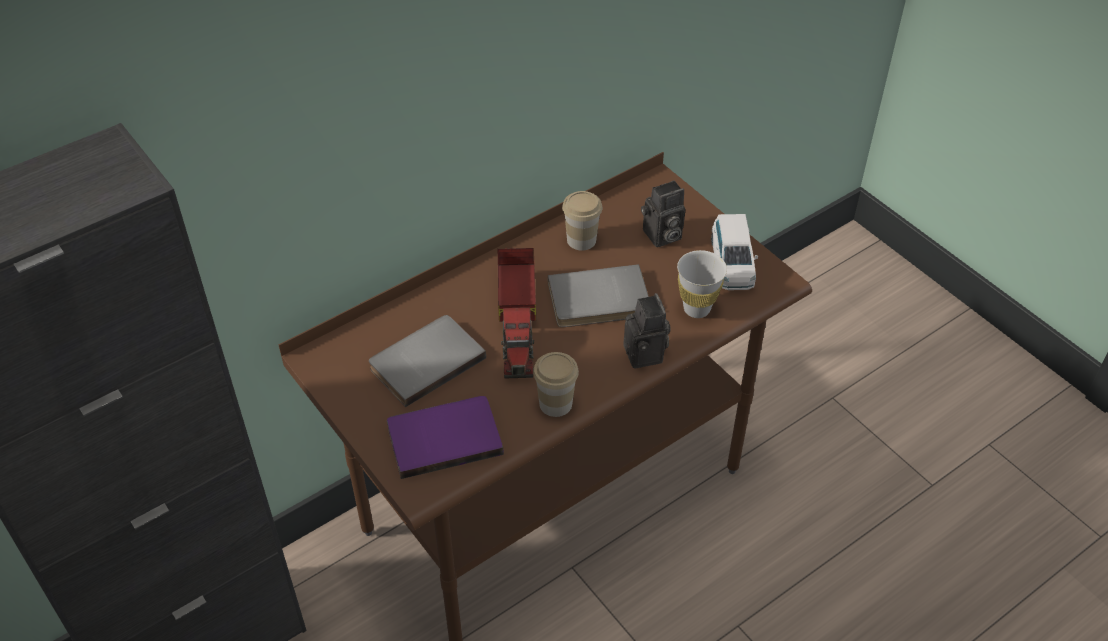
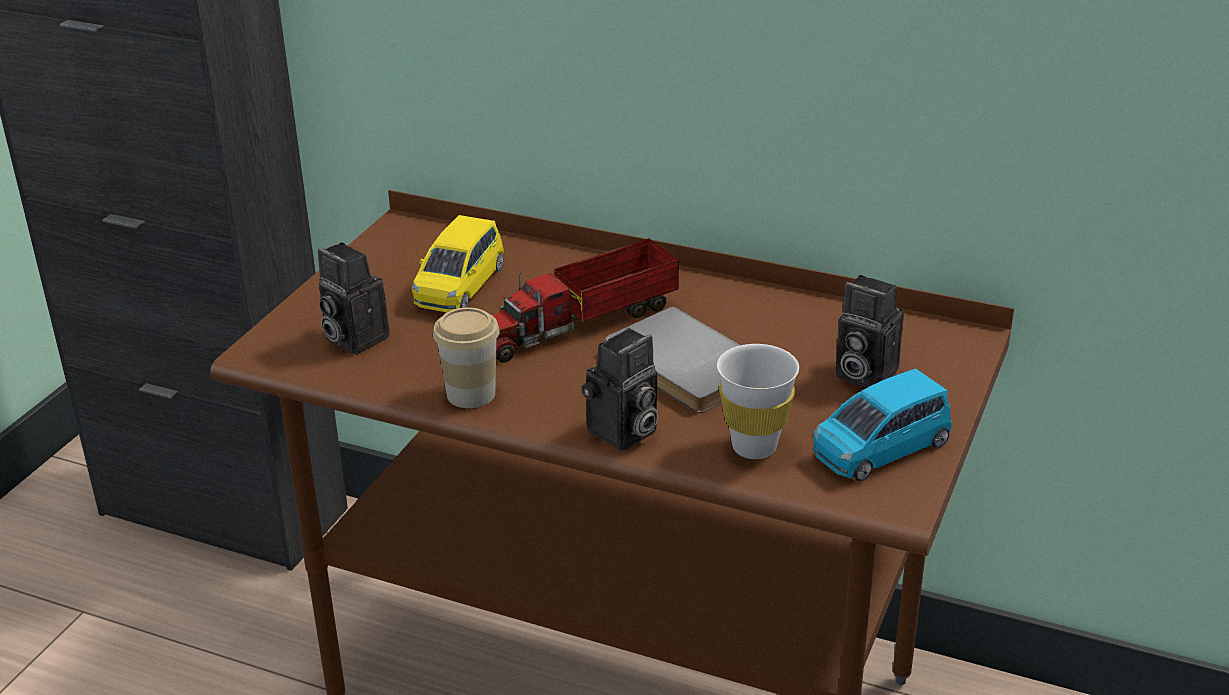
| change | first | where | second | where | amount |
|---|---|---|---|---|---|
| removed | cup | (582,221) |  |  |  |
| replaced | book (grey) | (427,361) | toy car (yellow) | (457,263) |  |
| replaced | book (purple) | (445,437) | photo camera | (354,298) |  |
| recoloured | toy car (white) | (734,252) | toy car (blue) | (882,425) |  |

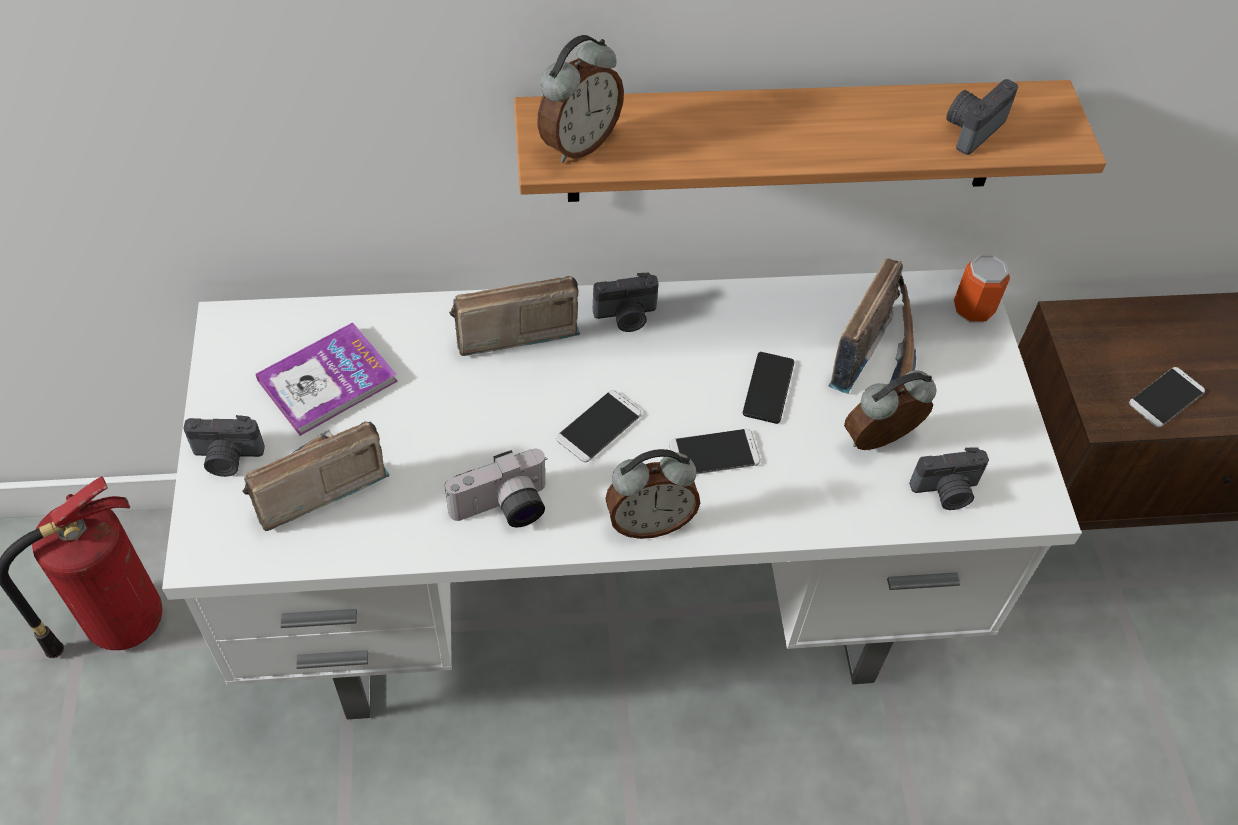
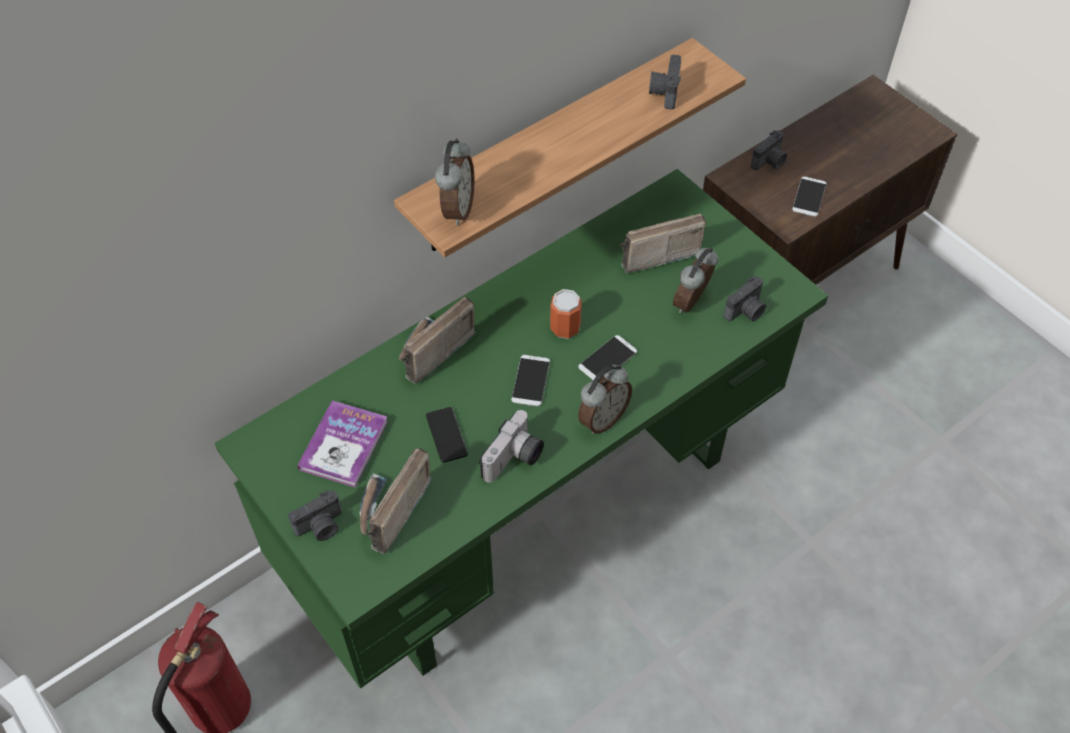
| change | first | where | second | where | amount |
|---|---|---|---|---|---|
| moved | photo camera | (626,302) |  | (769,150) |  |
| moved | phone | (768,388) |  | (447,435) |  |
| moved | can | (982,288) |  | (566,314) |  |
| recoloured | desk (white) | (622,494) | desk (green) | (521,429) |  |
| turned | radio | (872,326) |  | (663,243) | 105 degrees counterclockwise |

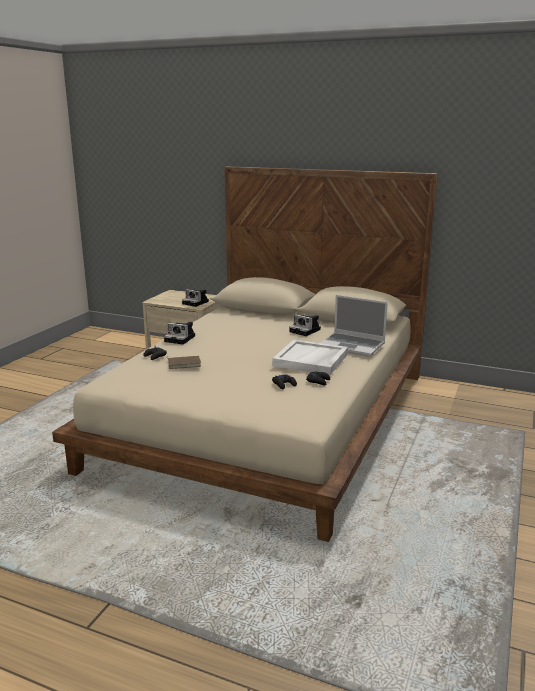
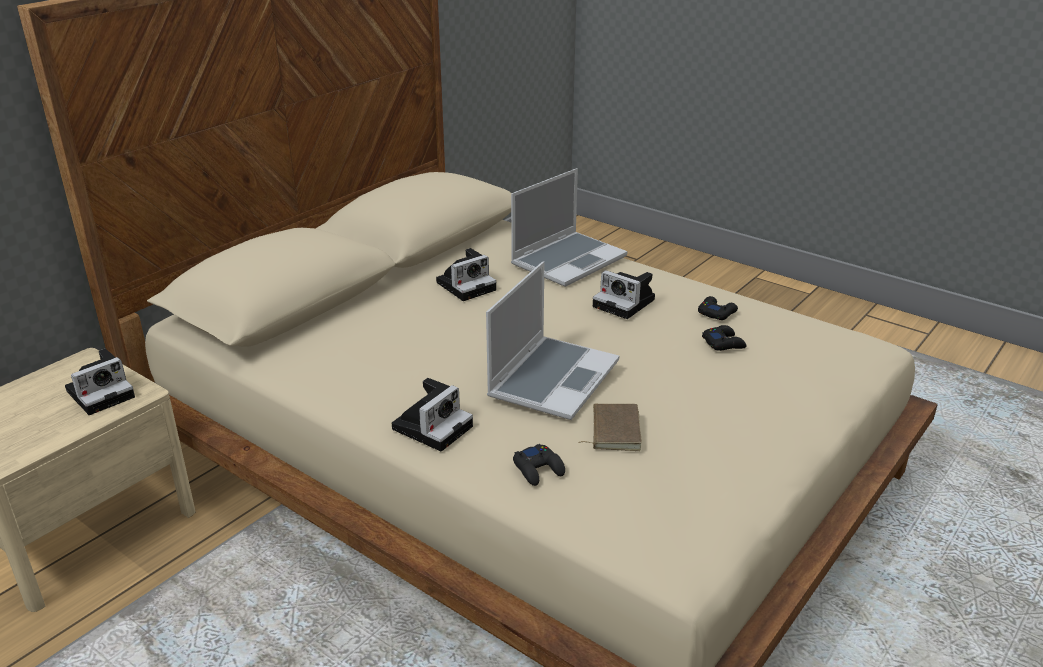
| change | first | where | second | where | amount |
|---|---|---|---|---|---|
| added |  |  | laptop | (552,340) |  |
| replaced | tray (white) | (310,357) | photo camera | (624,294) |  |

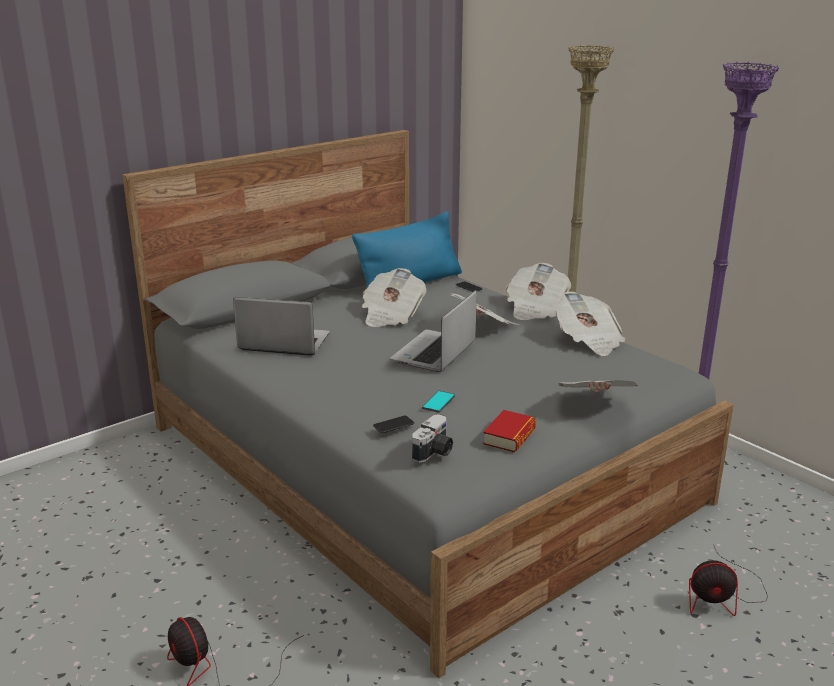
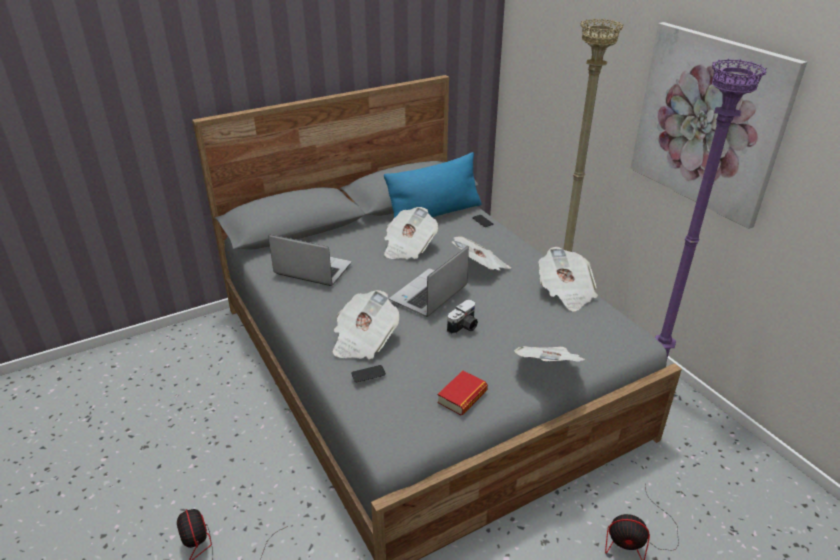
| change | first | where | second | where | amount |
|---|---|---|---|---|---|
| removed | phone | (438,401) |  |  |  |
| added |  |  | picture | (719,125) |  |
| moved | photo camera | (432,438) |  | (462,317) |  |
| moved | newspaper | (538,291) |  | (366,324) |  |

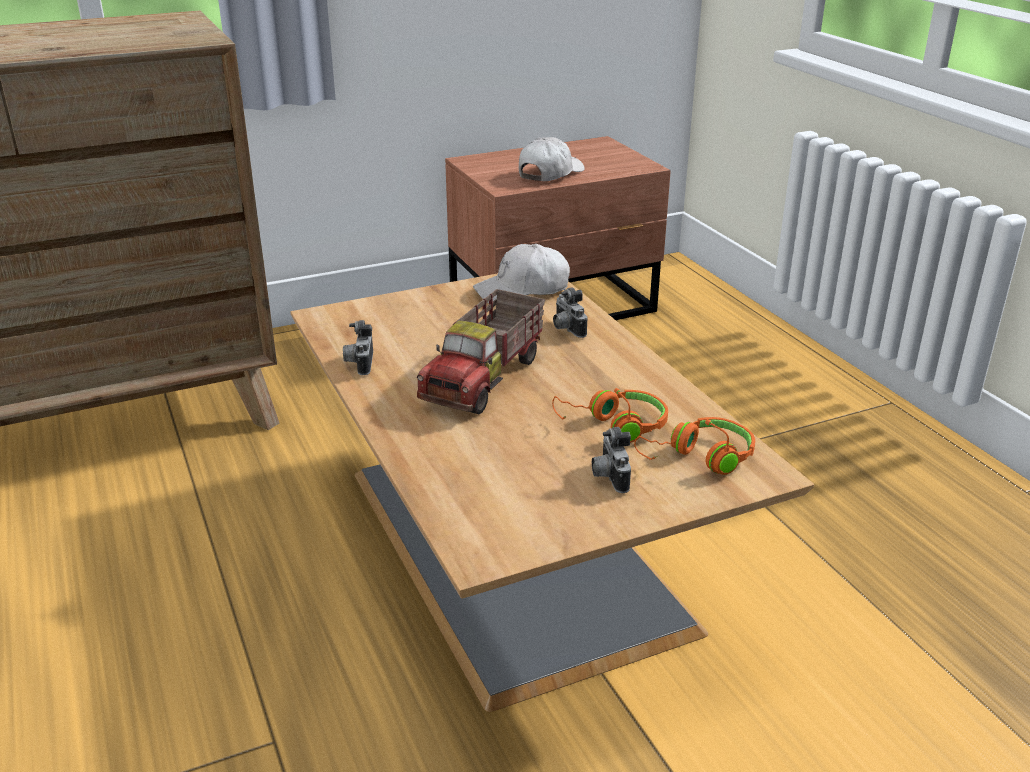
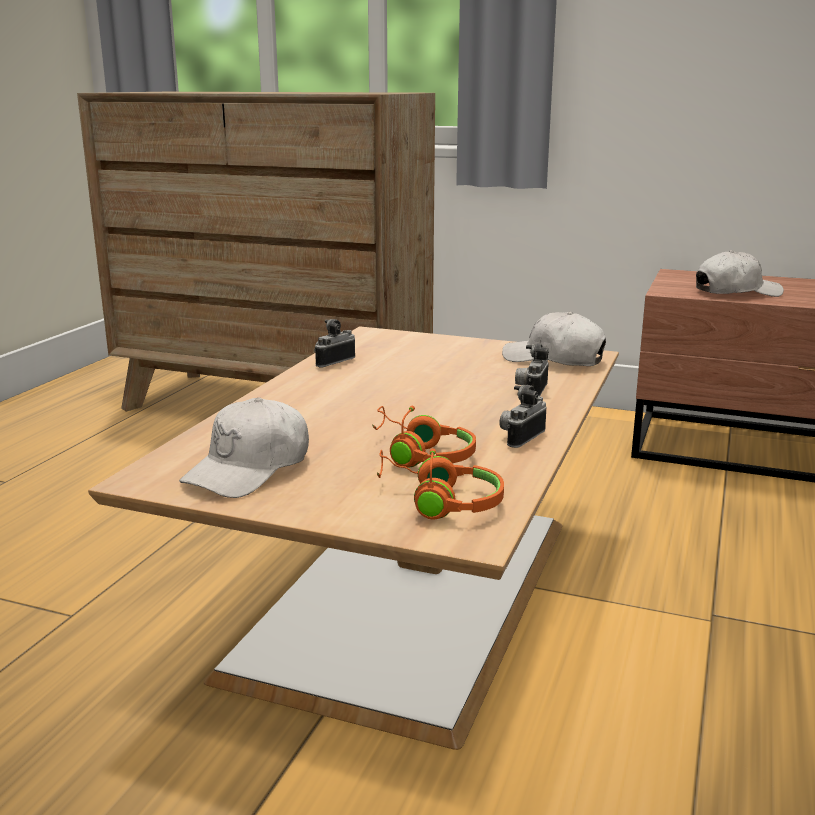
| change | first | where | second | where | amount |
|---|---|---|---|---|---|
| removed | toy truck | (481,351) |  |  |  |
| added |  |  | cap (white) | (244,448) |  |
| moved | photo camera | (611,460) |  | (523,416) |  |

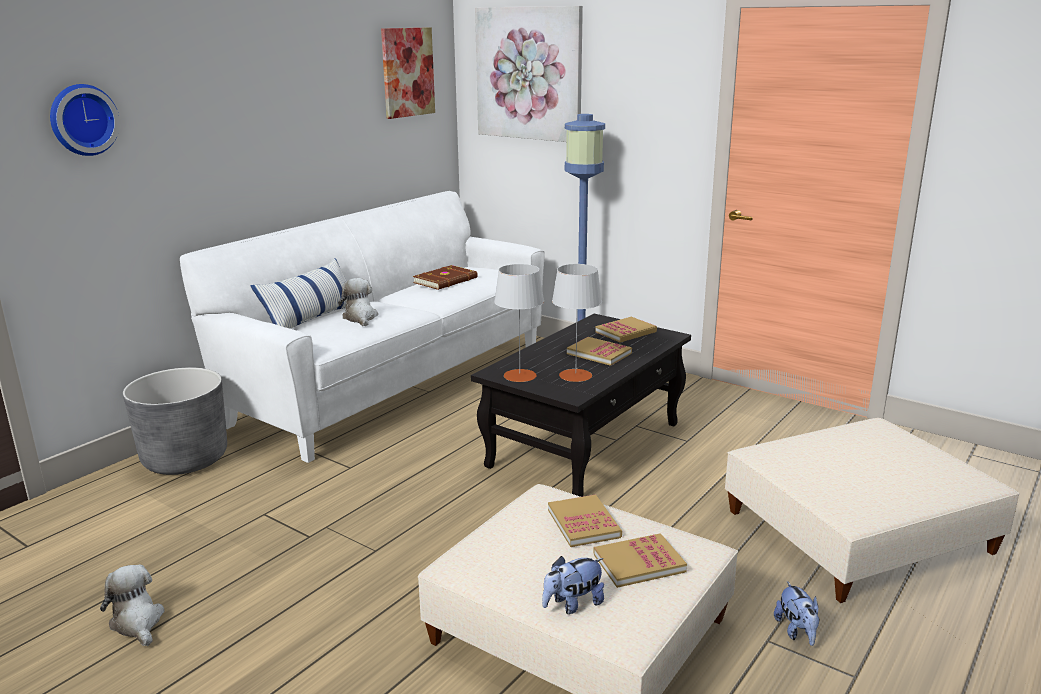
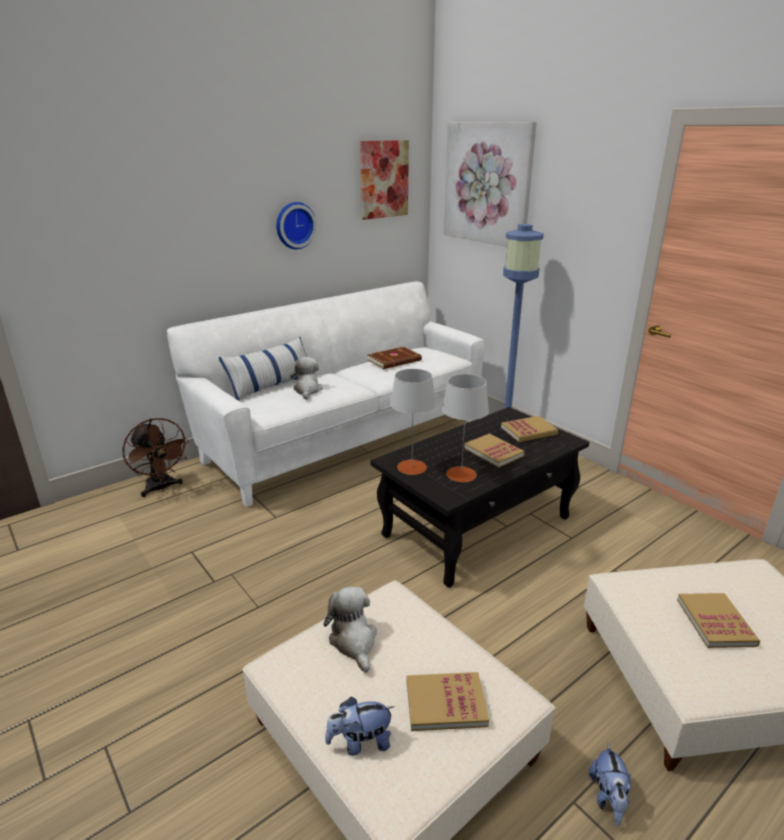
| change | first | where | second | where | amount |
|---|---|---|---|---|---|
| moved | wall clock | (85,120) |  | (296,225) |  |
| moved | plush toy | (132,605) |  | (350,630) |  |
| moved | book | (585,521) |  | (718,620) |  |
| replaced | planter (grey) | (175,421) | fan (brown) | (155,457) |  |

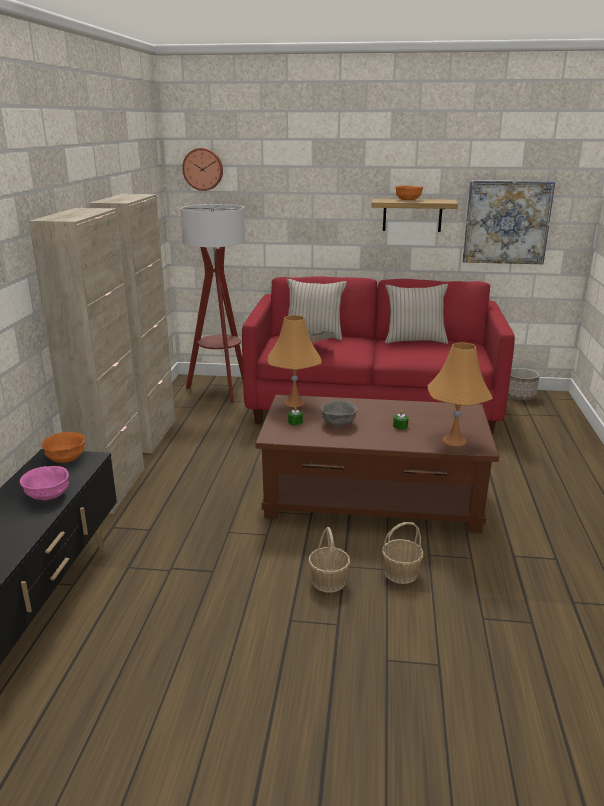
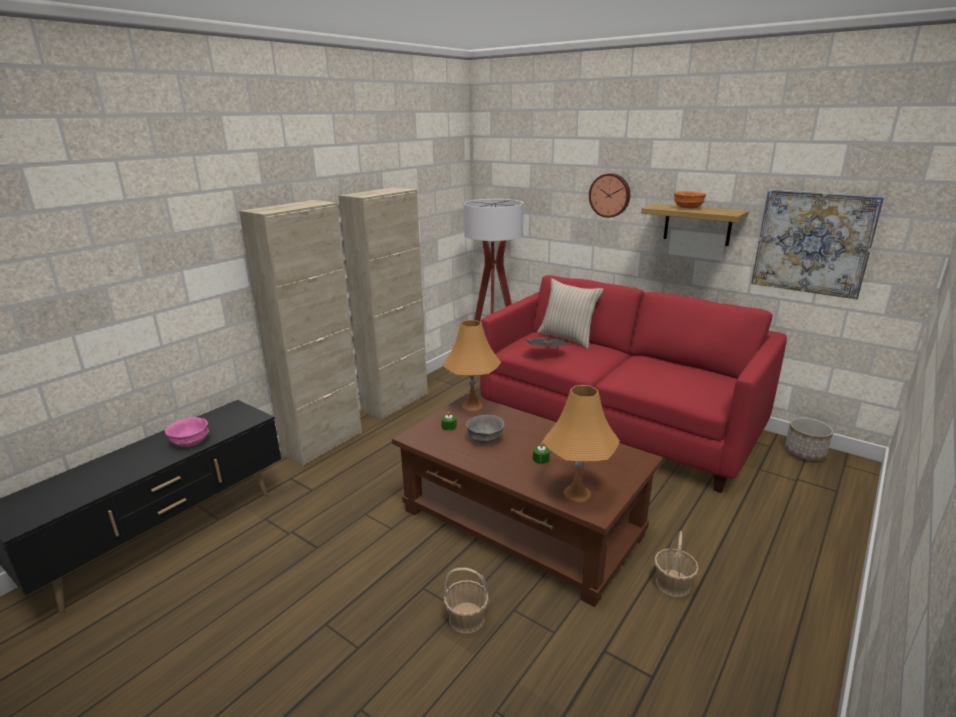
| change | first | where | second | where | amount |
|---|---|---|---|---|---|
| removed | bowl (orange) | (63,447) |  |  |  |
| removed | pillow (beige) | (416,314) |  |  |  |
| moved | wall clock | (202,169) |  | (609,195) |  |
| moved | basket | (329,560) |  | (676,564) |  |

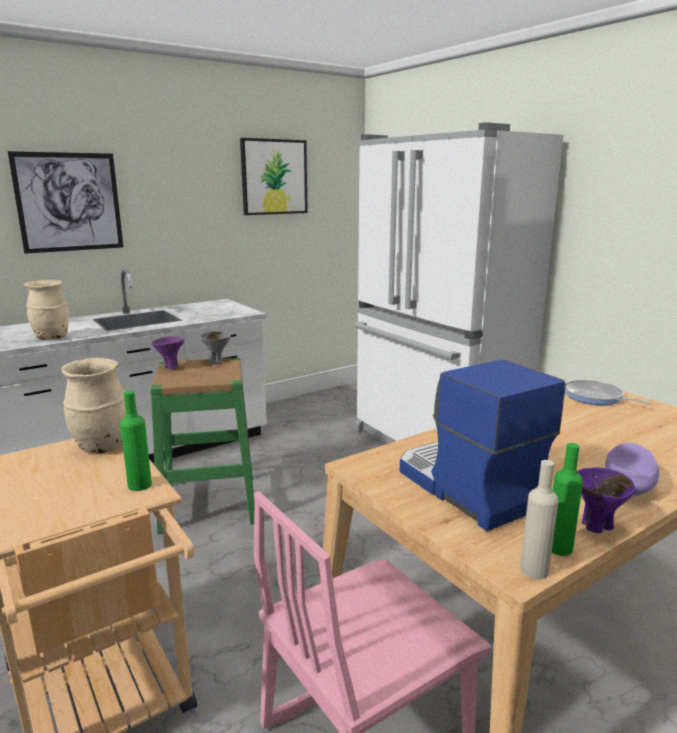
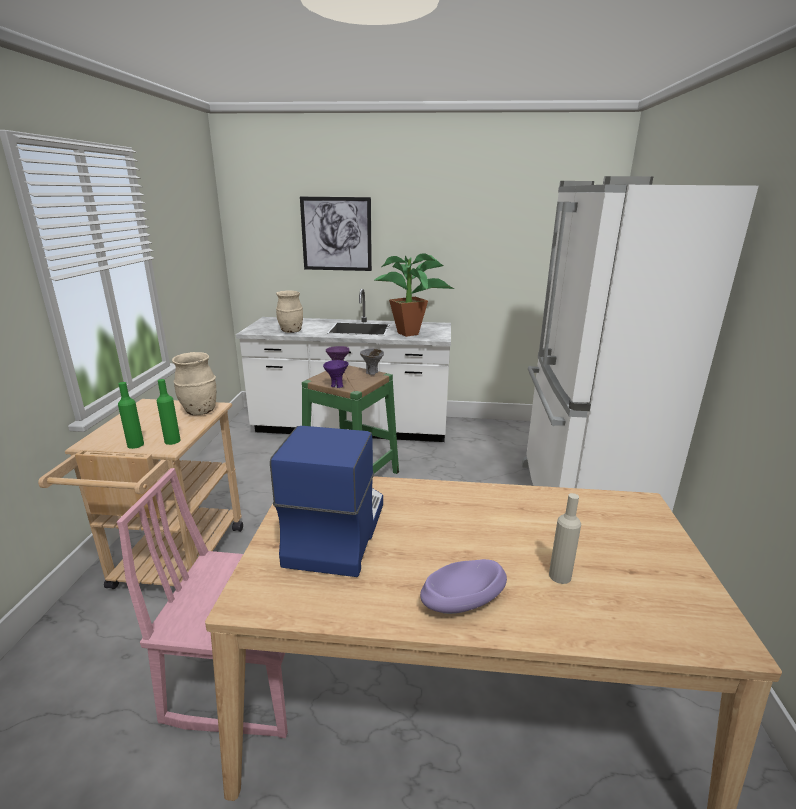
| change | first | where | second | where | amount |
|---|---|---|---|---|---|
| removed | picture | (274,176) |  |  |  |
| removed | frying pan | (608,392) |  |  |  |
| added |  |  | potted plant | (414,295) |  |
| moved | bottle (beige) | (539,519) |  | (565,538) |  |
| moved | bottle (green) | (567,499) |  | (131,415) |  |
| moved | bowl (purple) | (606,500) |  | (336,374) |  |

